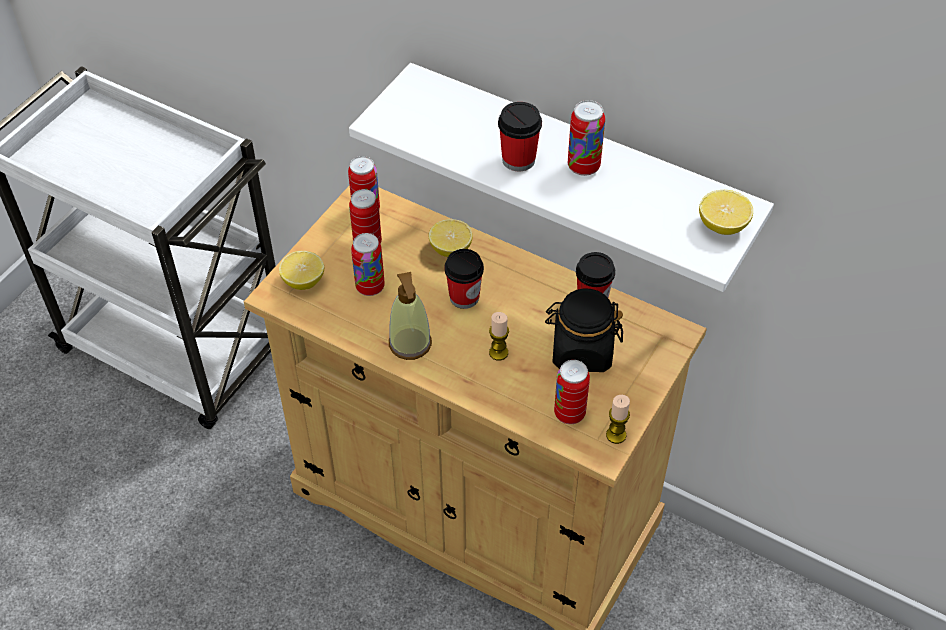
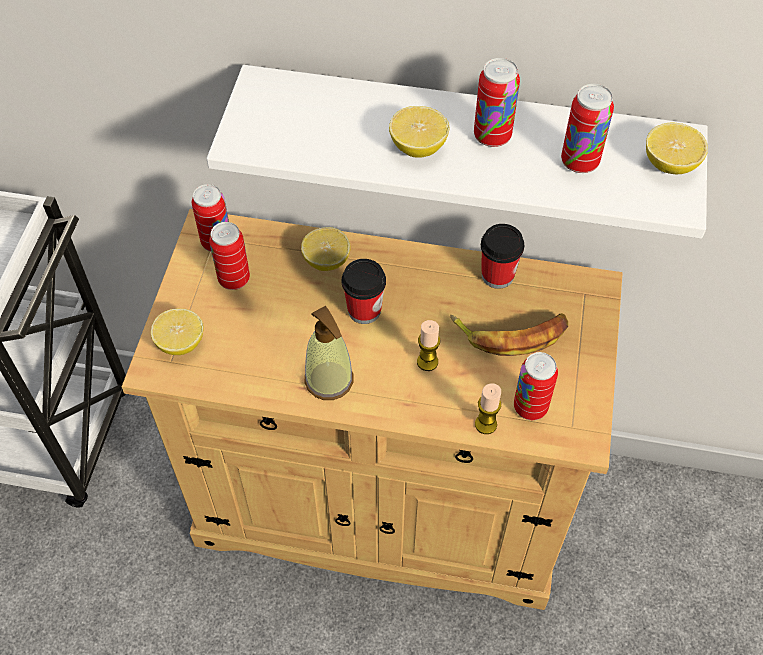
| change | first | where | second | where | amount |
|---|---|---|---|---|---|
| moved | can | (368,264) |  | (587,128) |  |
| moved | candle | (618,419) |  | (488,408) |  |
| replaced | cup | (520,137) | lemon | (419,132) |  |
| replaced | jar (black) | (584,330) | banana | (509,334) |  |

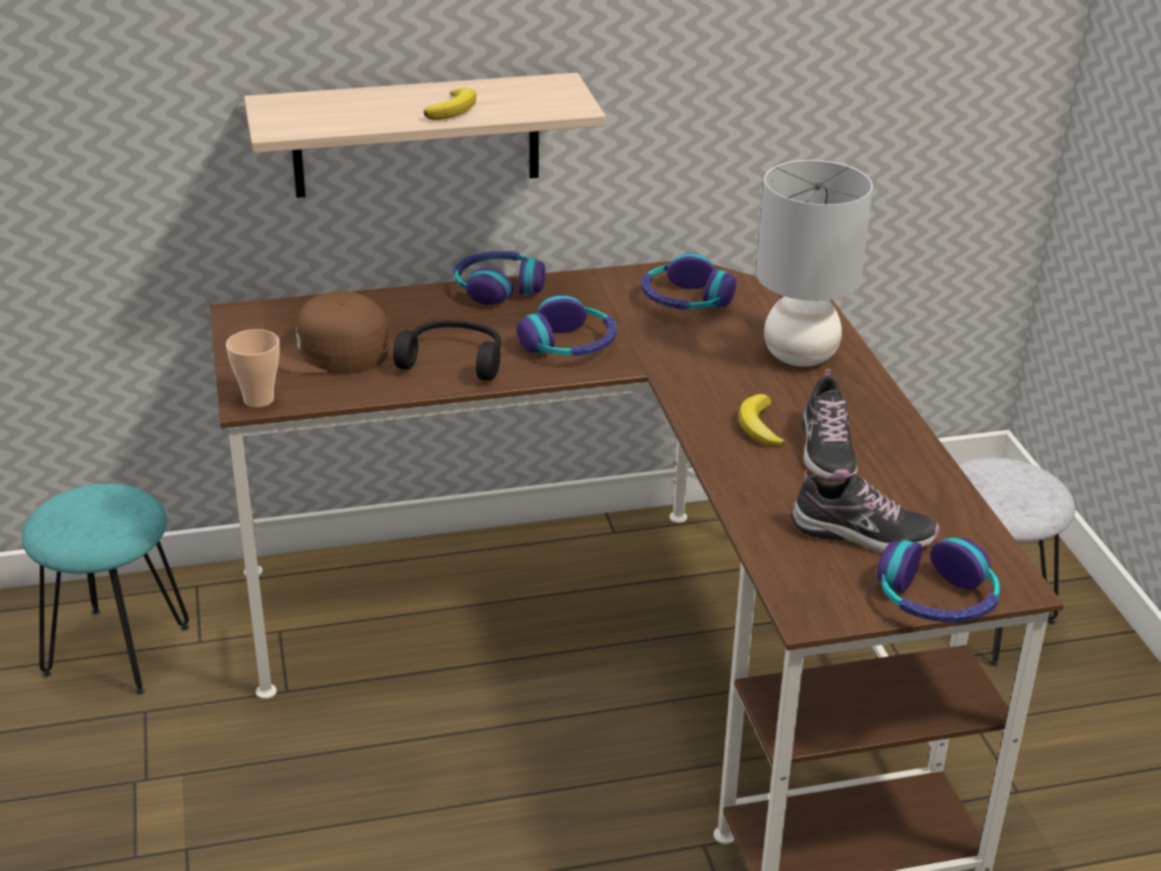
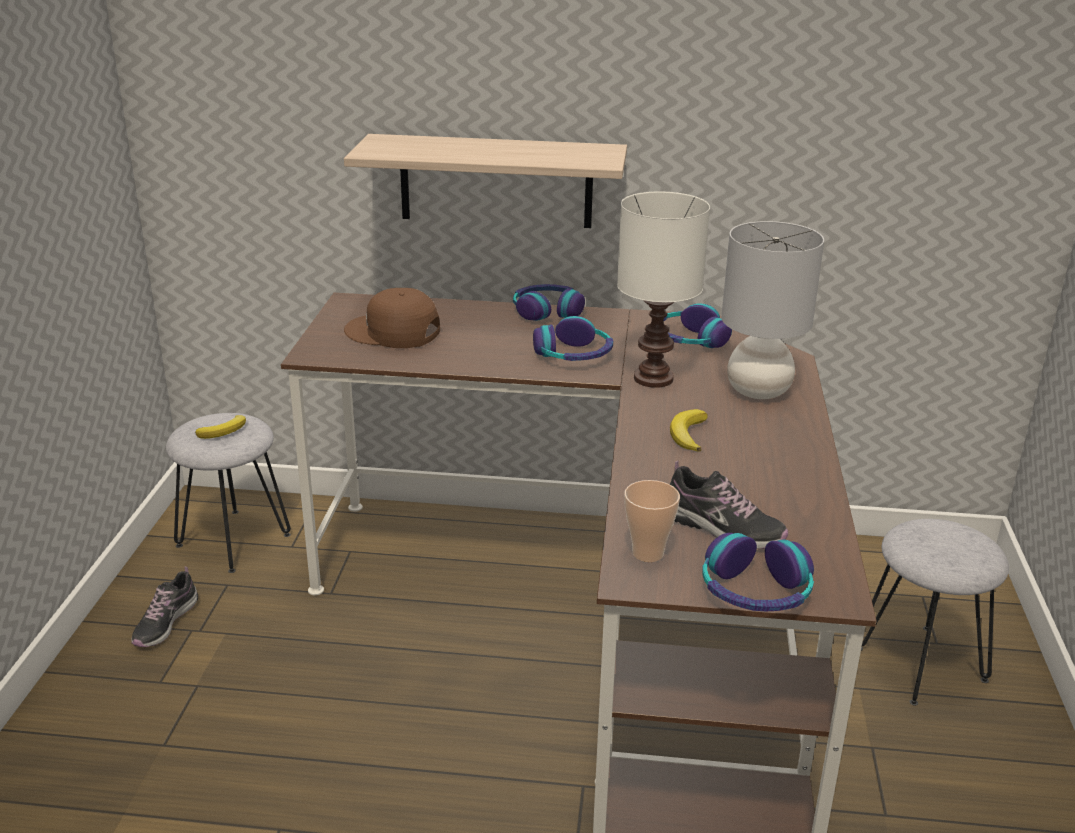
| change | first | where | second | where | amount |
|---|---|---|---|---|---|
| removed | headphones (black) | (447,350) |  |  |  |
| added |  |  | table lamp (white) | (663,289) |  |
| moved | cup | (253,368) |  | (652,521) |  |
| moved | banana | (450,103) |  | (220,427) |  |
| moved | shoe | (829,424) |  | (164,606) |  |
| recoloured | stool (turquoise) | (106,589) | stool (grey) | (228,493) |  |

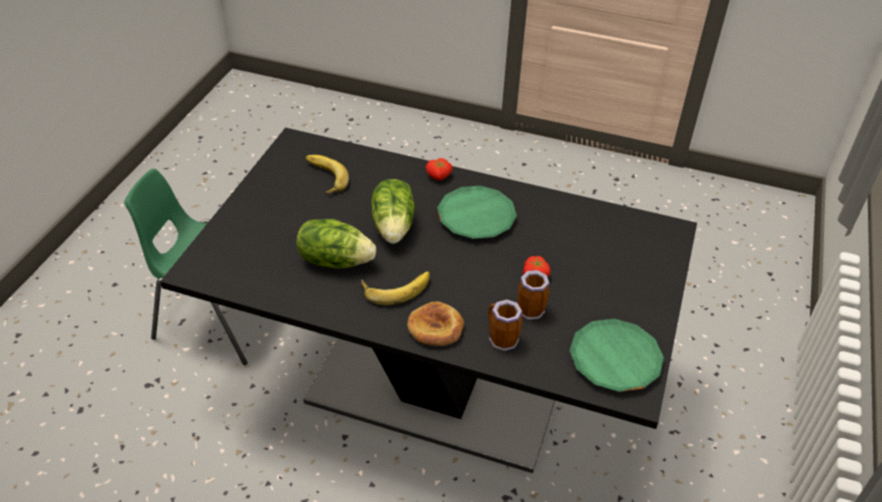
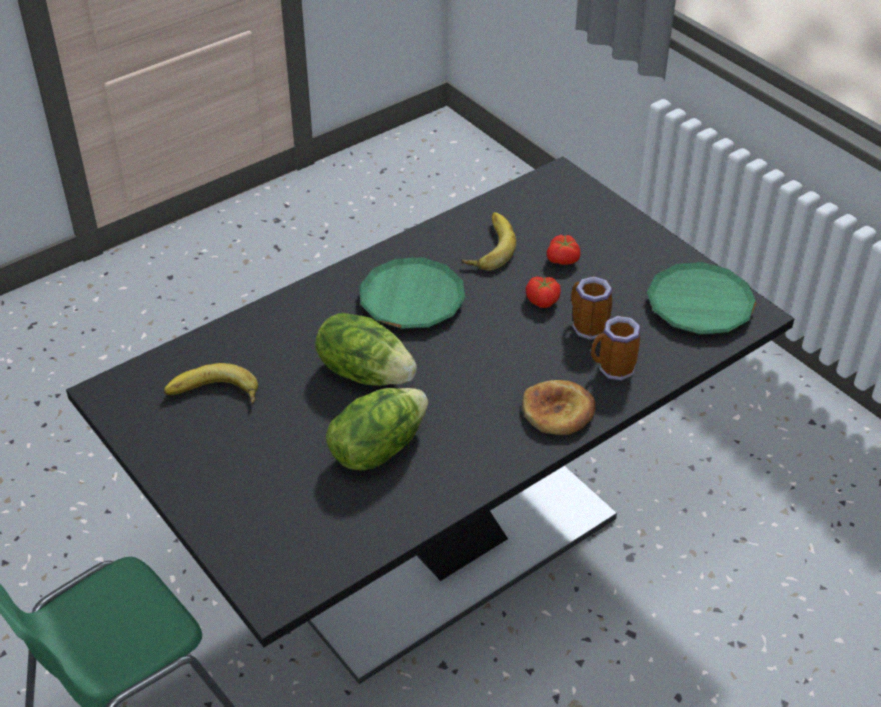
| change | first | where | second | where | amount |
|---|---|---|---|---|---|
| moved | banana | (395,288) |  | (488,241) |  |
| moved | tomato | (439,169) |  | (563,250) |  |

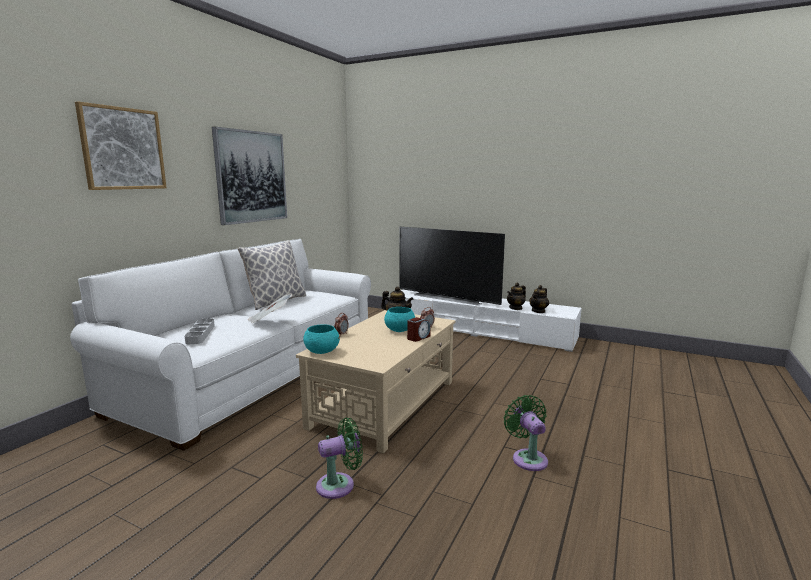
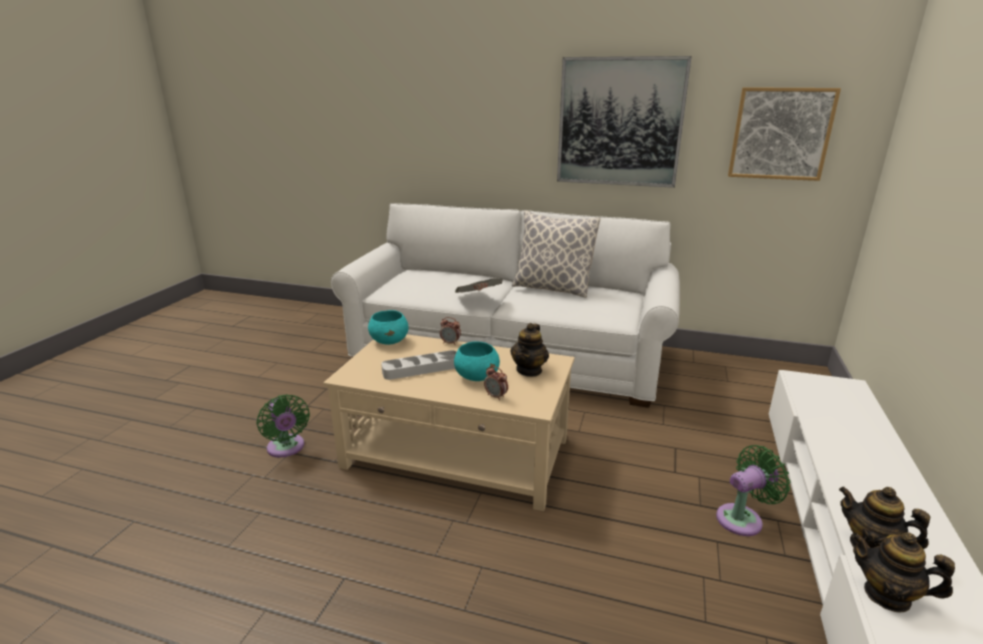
| change | first | where | second | where | amount |
|---|---|---|---|---|---|
| removed | television | (452,266) |  |  |  |
| removed | alarm clock | (419,329) |  |  |  |
| moved | picture | (120,145) |  | (784,134) |  |
| moved | tray (grey) | (200,331) |  | (419,365) |  |
| moved | fan (green) | (526,433) |  | (753,490) |  |

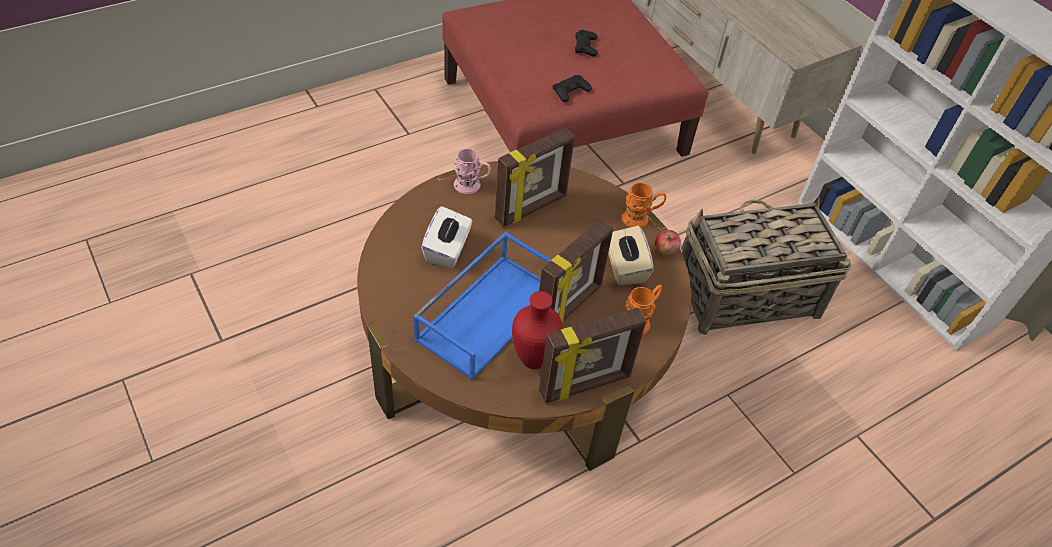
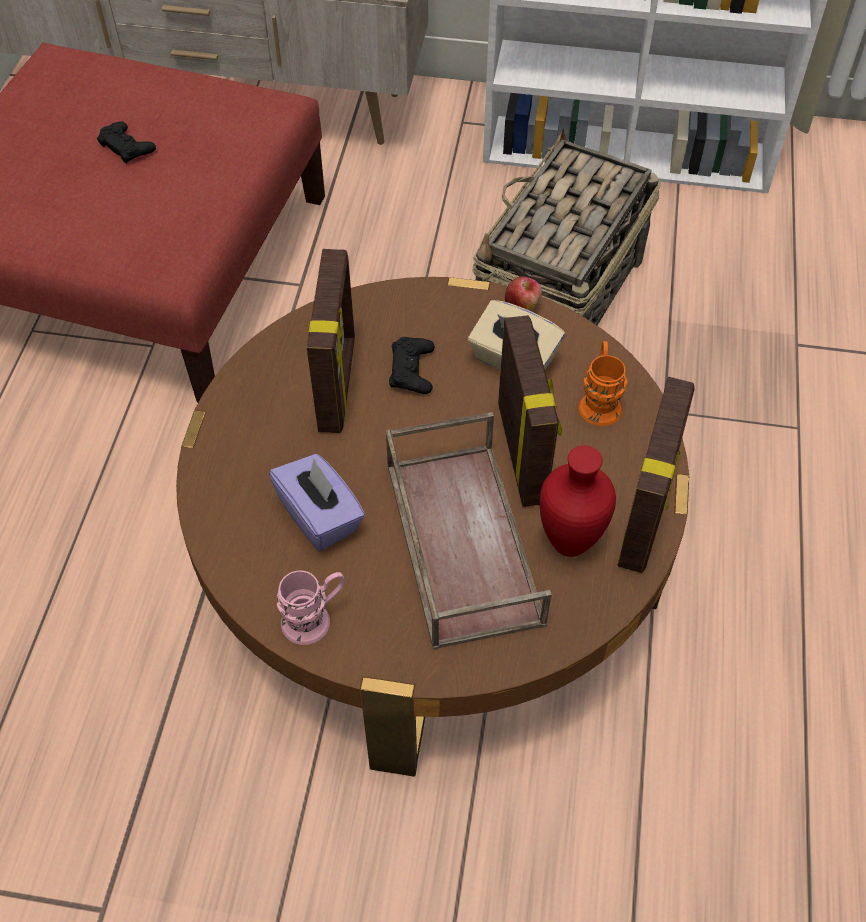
| change | first | where | second | where | amount |
|---|---|---|---|---|---|
| removed | mug (orange) | (643,205) |  |  |  |
| moved | mug (pink) | (472,171) |  | (311,607) |  |
| moved | game controller (black) | (572,88) |  | (412,365) |  |
| recoloured | tray (blue) | (482,305) | tray (brown) | (469,531) |  |
| recoloured | tissue box (white) | (446,237) | tissue box (purple) | (317,502) |  |

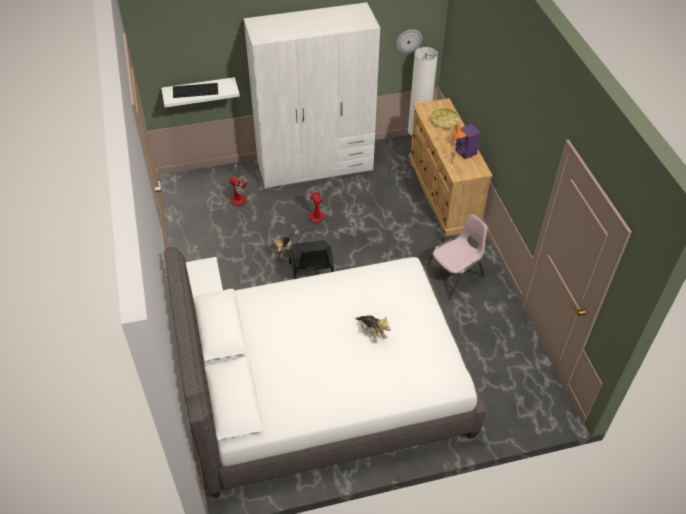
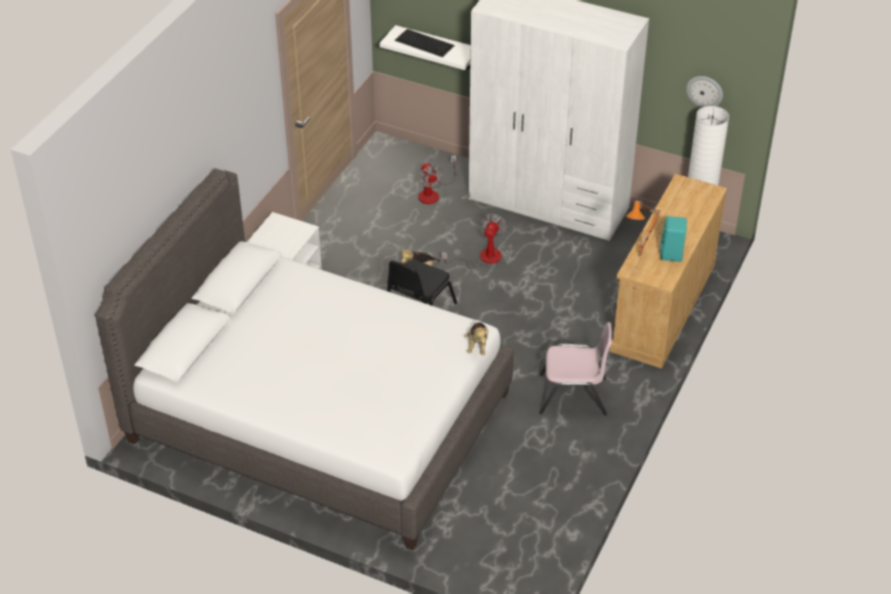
| change | first | where | second | where | amount |
|---|---|---|---|---|---|
| removed | tray (yellow) | (444,118) |  |  |  |
| moved | plush toy | (373,329) |  | (476,338) |  |
| recoloured | speaker (purple) | (467,141) | speaker (turquoise) | (673,239) |  |

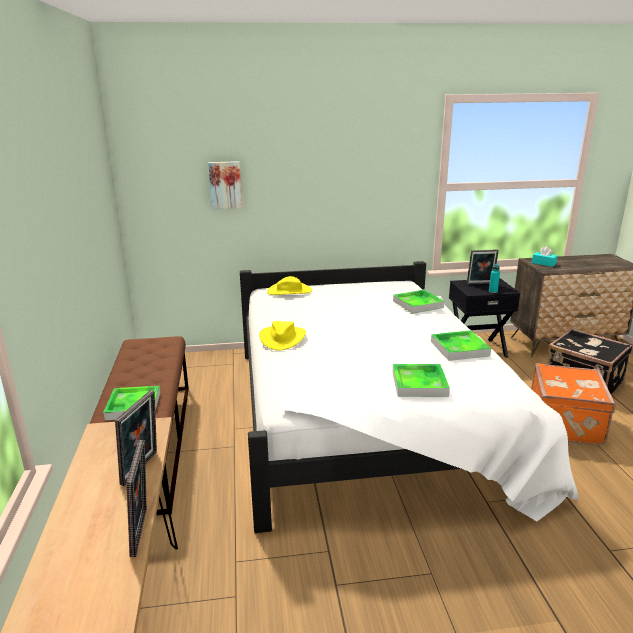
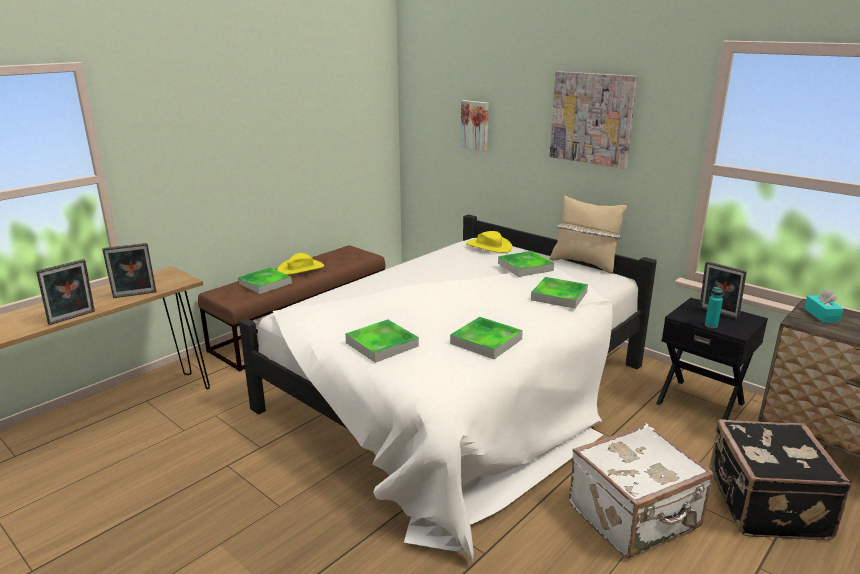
| change | first | where | second | where | amount |
|---|---|---|---|---|---|
| added |  |  | tray | (526,264) |  |
| added |  |  | pillow (beige) | (588,234) |  |
| added |  |  | picture | (594,120) |  |
| moved | hat (yellow) | (282,336) |  | (300,264) |  |
| recoloured | suitcase (orange) | (573,404) | suitcase (white) | (641,491) |  |

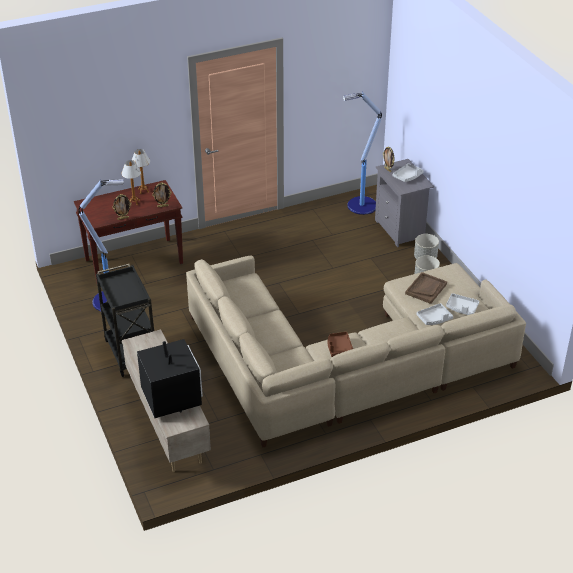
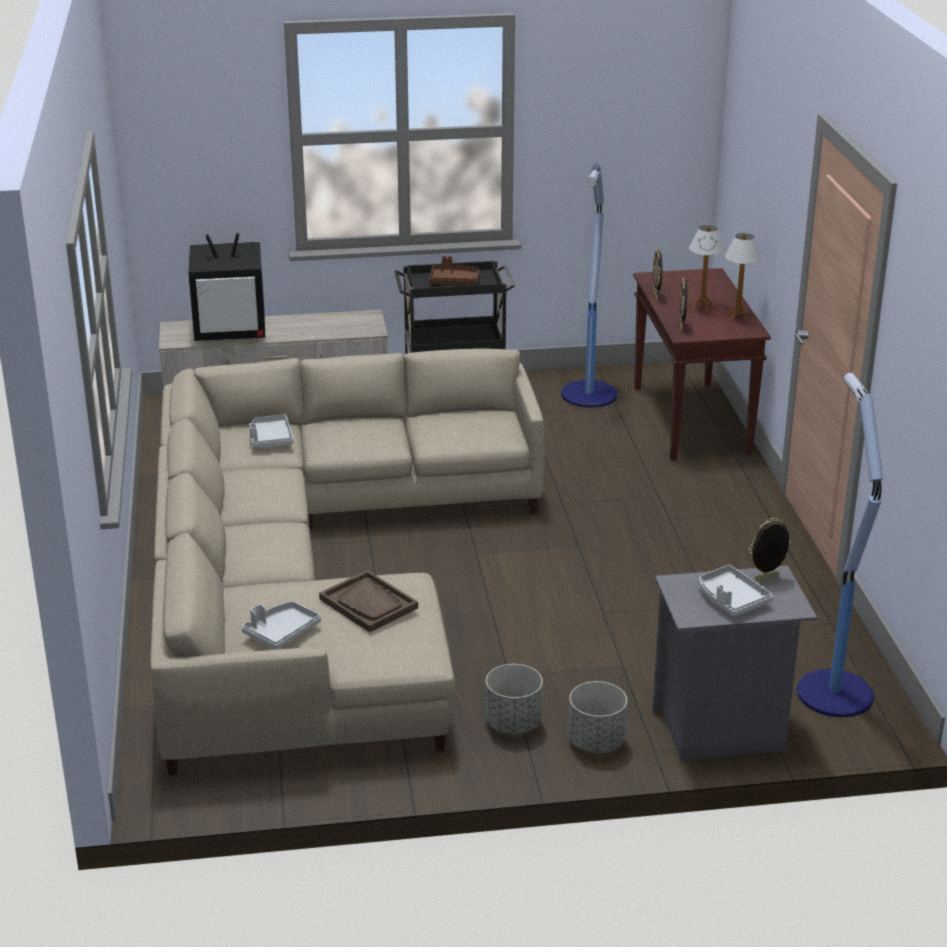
| change | first | where | second | where | amount |
|---|---|---|---|---|---|
| moved | tray (brown) | (340,344) |  | (454,270) |  |
| moved | tray (grey) | (434,314) |  | (271,431) |  |

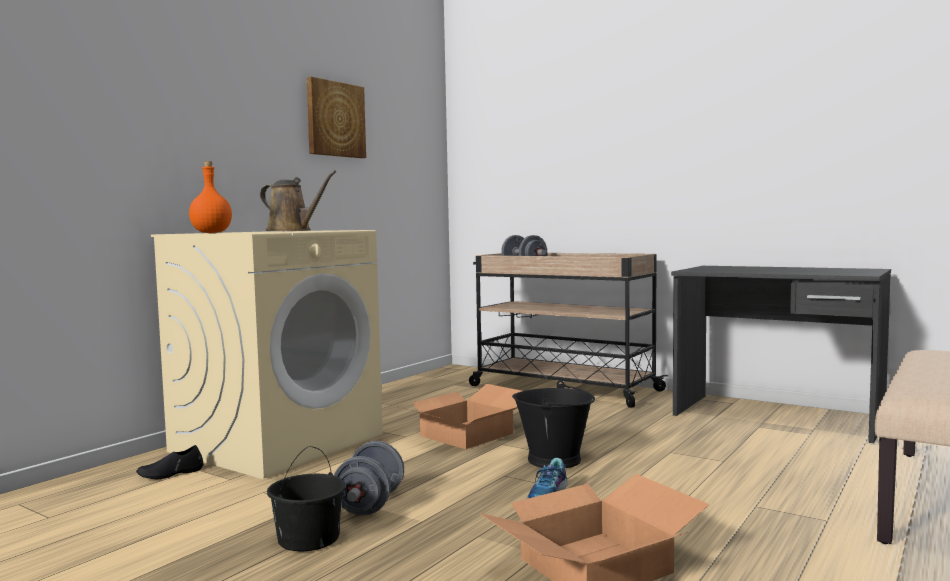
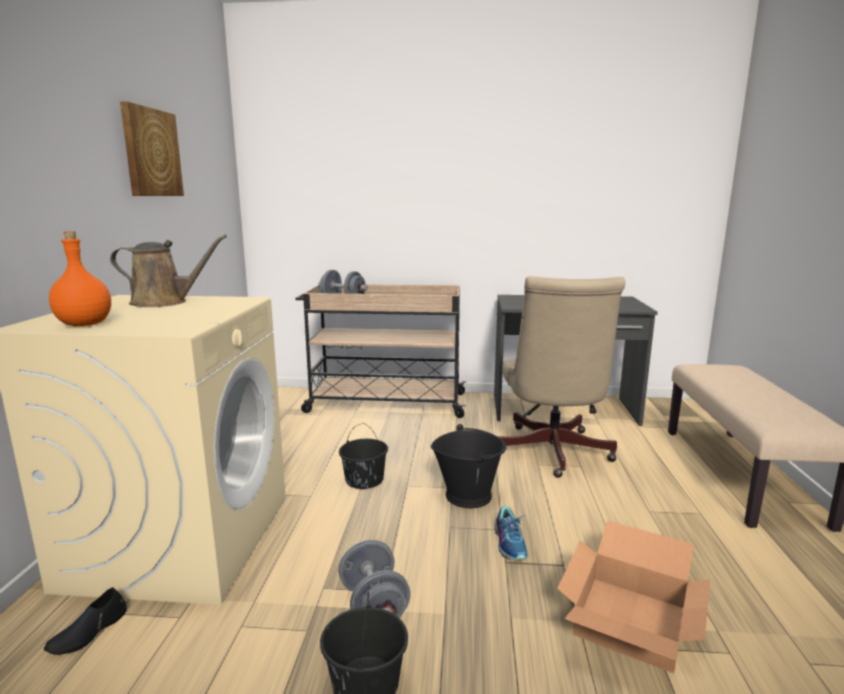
| change | first | where | second | where | amount |
|---|---|---|---|---|---|
| added |  |  | office chair (beige) | (561,377) |  |
| replaced | cardboard box | (459,416) | bucket (black) | (363,456) |  |

